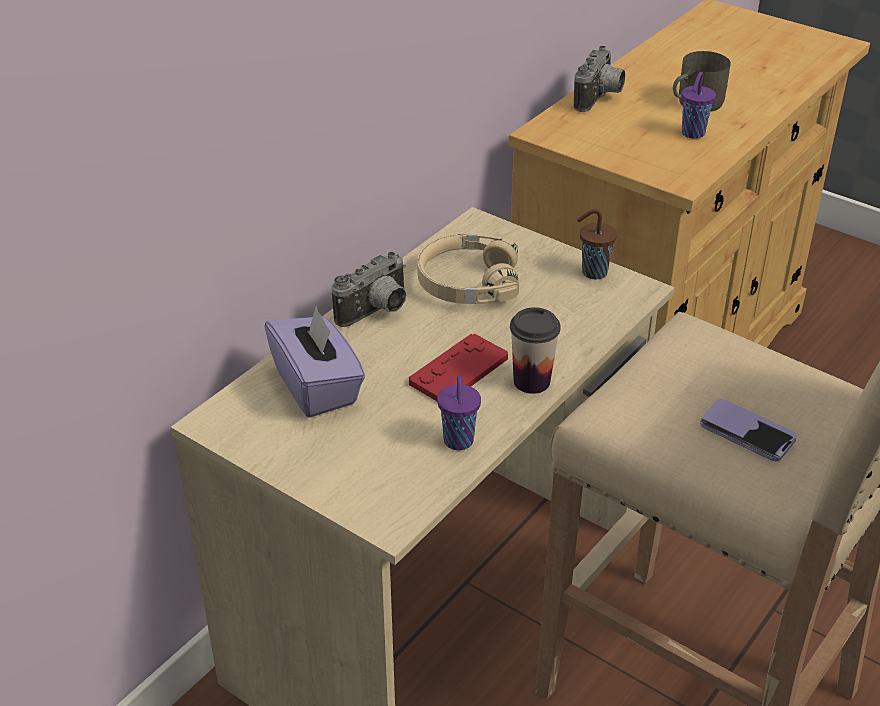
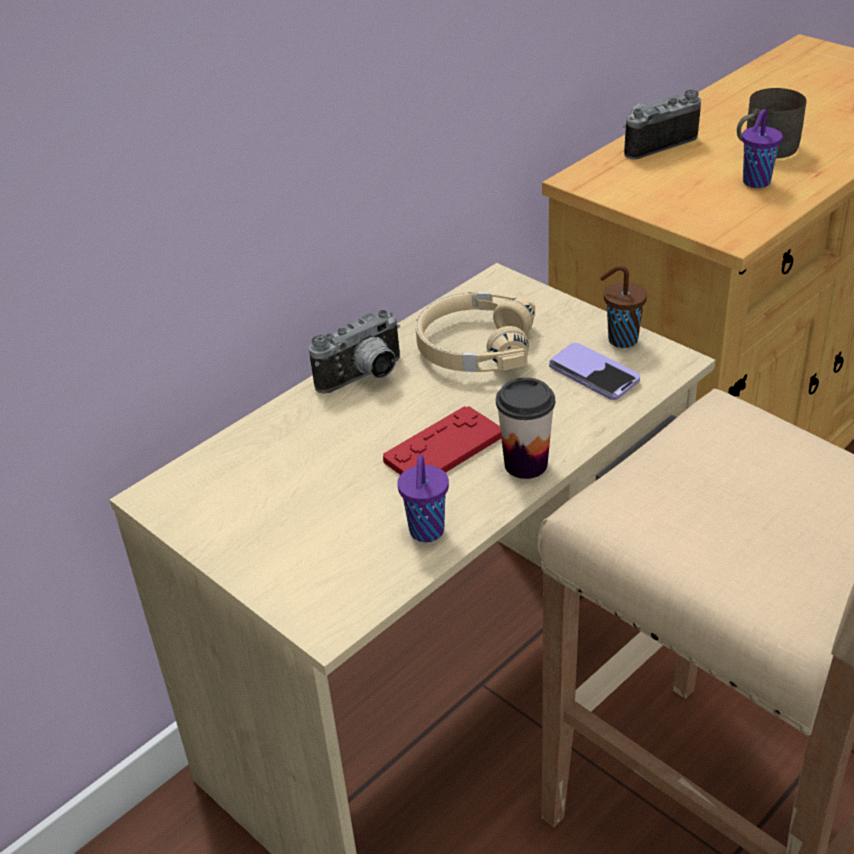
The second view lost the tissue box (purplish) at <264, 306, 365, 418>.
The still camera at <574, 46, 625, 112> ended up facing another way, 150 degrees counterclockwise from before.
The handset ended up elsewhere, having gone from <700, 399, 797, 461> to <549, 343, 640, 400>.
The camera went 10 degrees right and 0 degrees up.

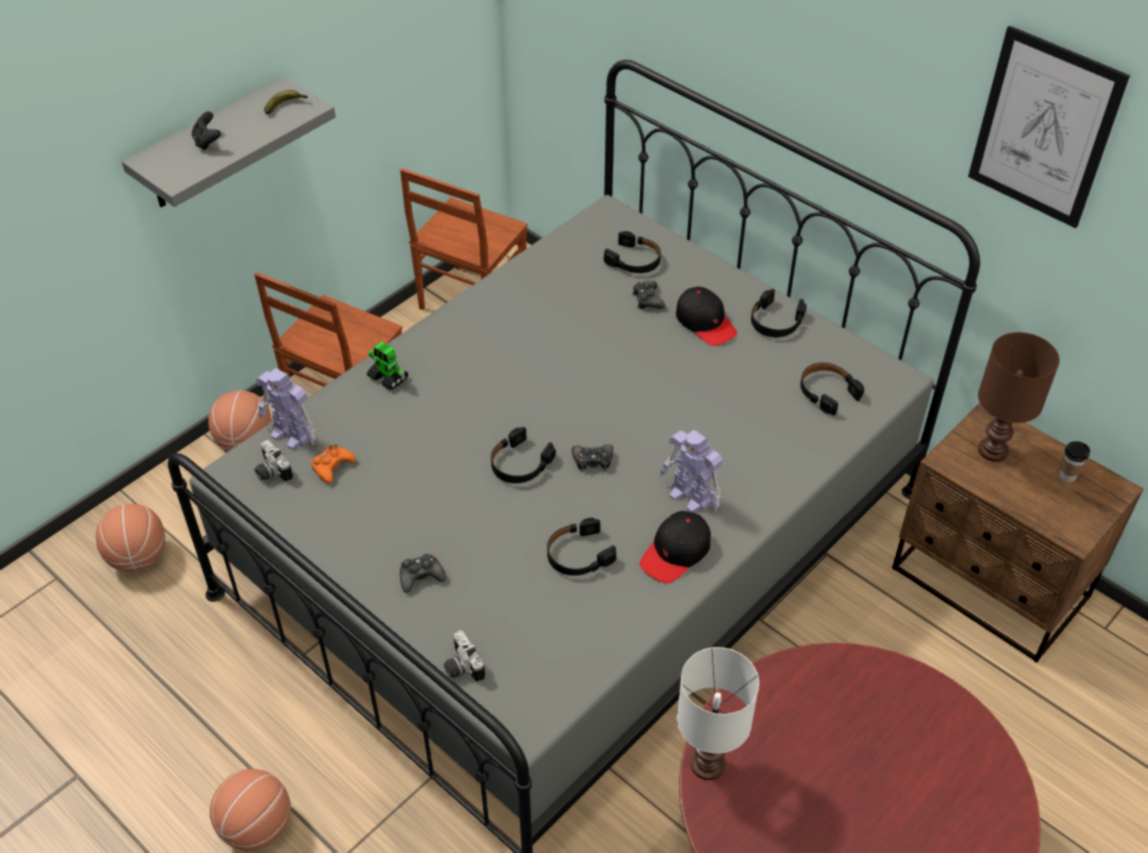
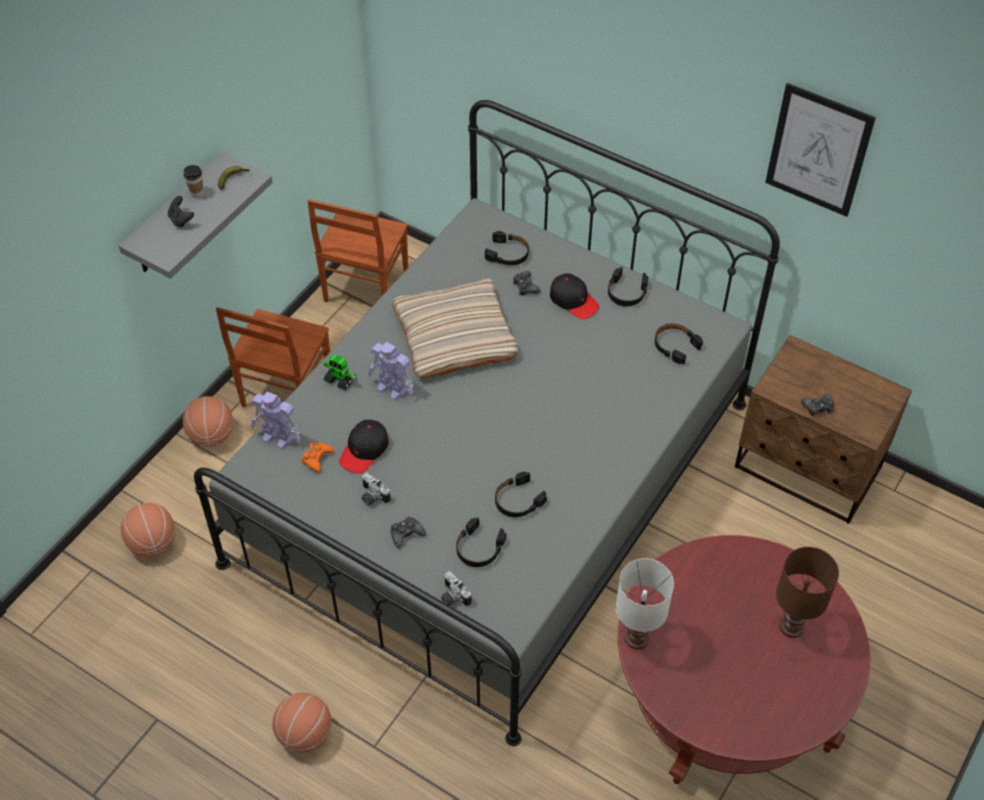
The still camera ended up elsewhere, having gone from <254, 440, 293, 482> to <362, 473, 391, 505>.
The headphones (black-coloured) ended up elsewhere, having gone from <491, 427, 556, 483> to <456, 517, 506, 567>.
The joypad (black-coloured) ended up elsewhere, having gone from <572, 444, 613, 472> to <801, 394, 834, 417>.
The peaked cap (black-coloured) ended up elsewhere, having gone from <640, 511, 711, 584> to <339, 420, 389, 474>.
The robot figure ended up elsewhere, having gone from <660, 430, 723, 512> to <368, 342, 414, 400>.
The lamp for a table (brownish) ended up elsewhere, having gone from <978, 332, 1060, 462> to <776, 547, 839, 638>.
The small cup ended up elsewhere, having gone from <1059, 441, 1090, 482> to <183, 165, 204, 198>.
The second view gained the cushion (beige) at <392, 278, 519, 378>.
The camera went 10 degrees left and 5 degrees up.

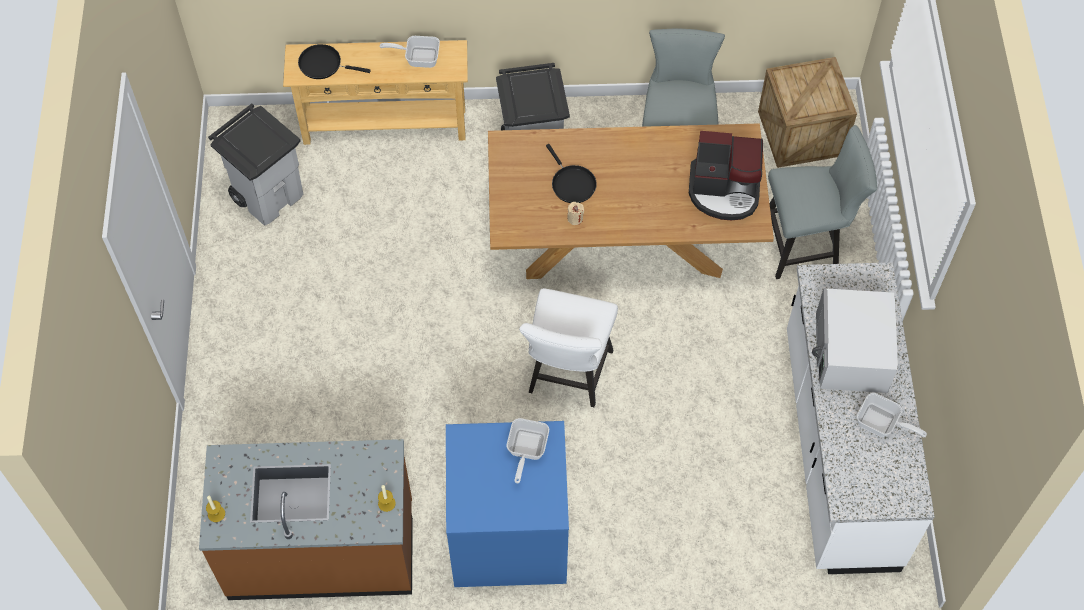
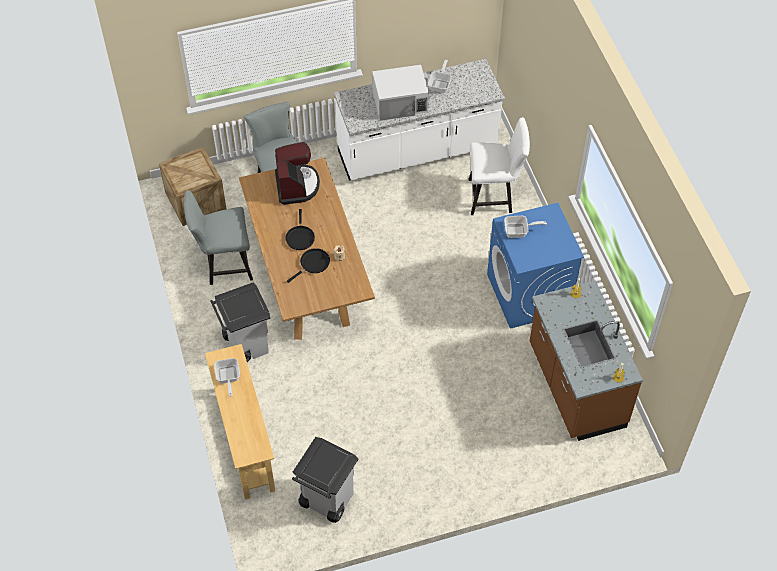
The pan (black-coloured) ended up elsewhere, having gone from <298, 44, 371, 79> to <285, 209, 315, 250>.
The chair (whitish) ended up elsewhere, having gone from <519, 288, 618, 407> to <469, 117, 530, 215>.
The camera went 105 degrees left and 5 degrees down.

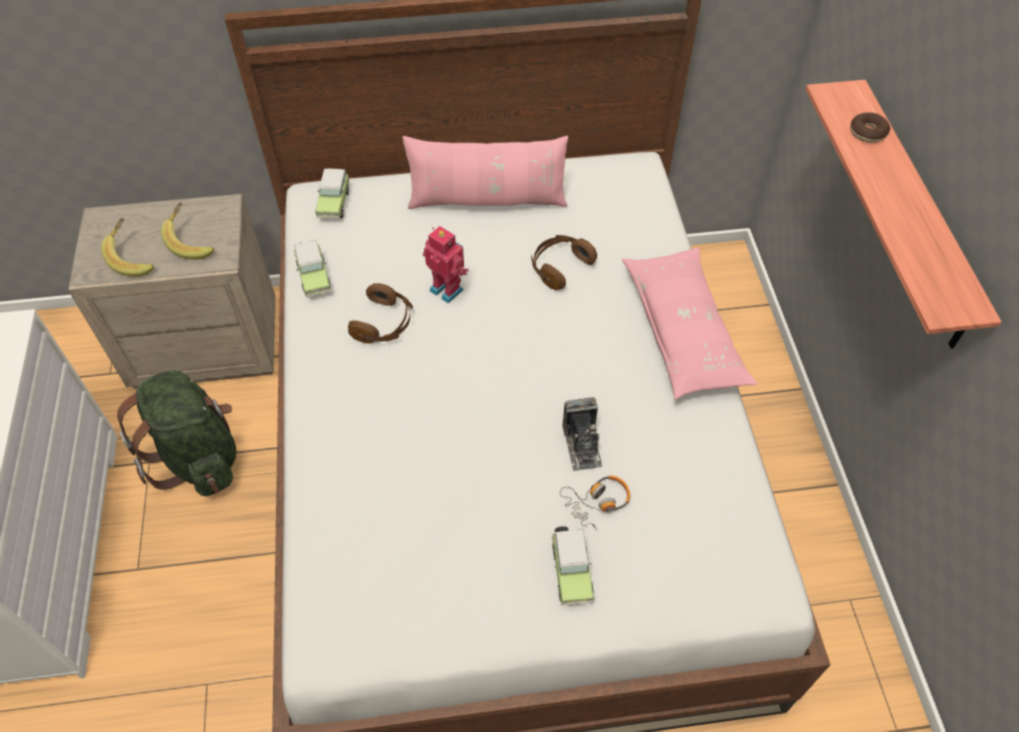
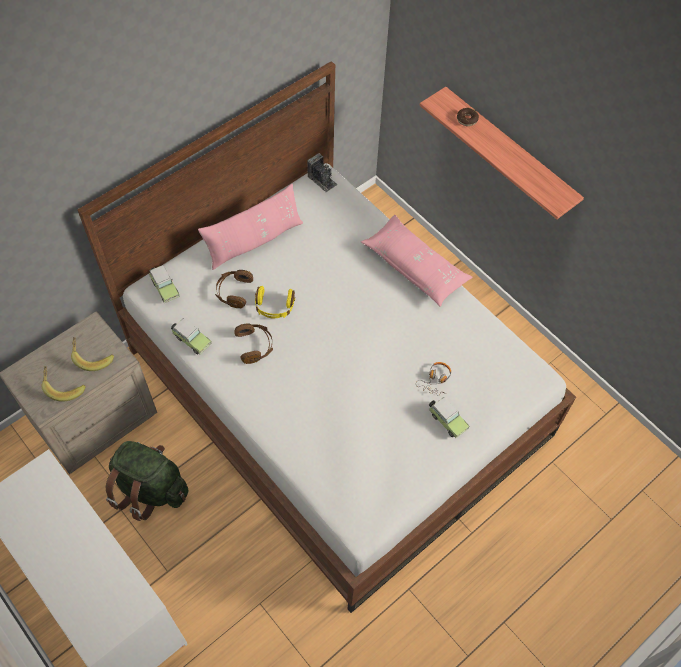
Where the robot figure stood at <423, 226, 469, 304>, the headphones (yellowish) came to stand at <255, 286, 295, 318>.
The headphones (brownish) ended up elsewhere, having gone from <531, 235, 597, 290> to <215, 270, 253, 308>.
The still camera ended up elsewhere, having gone from <562, 397, 602, 471> to <307, 153, 337, 192>.
The camera went 35 degrees left and 5 degrees up.

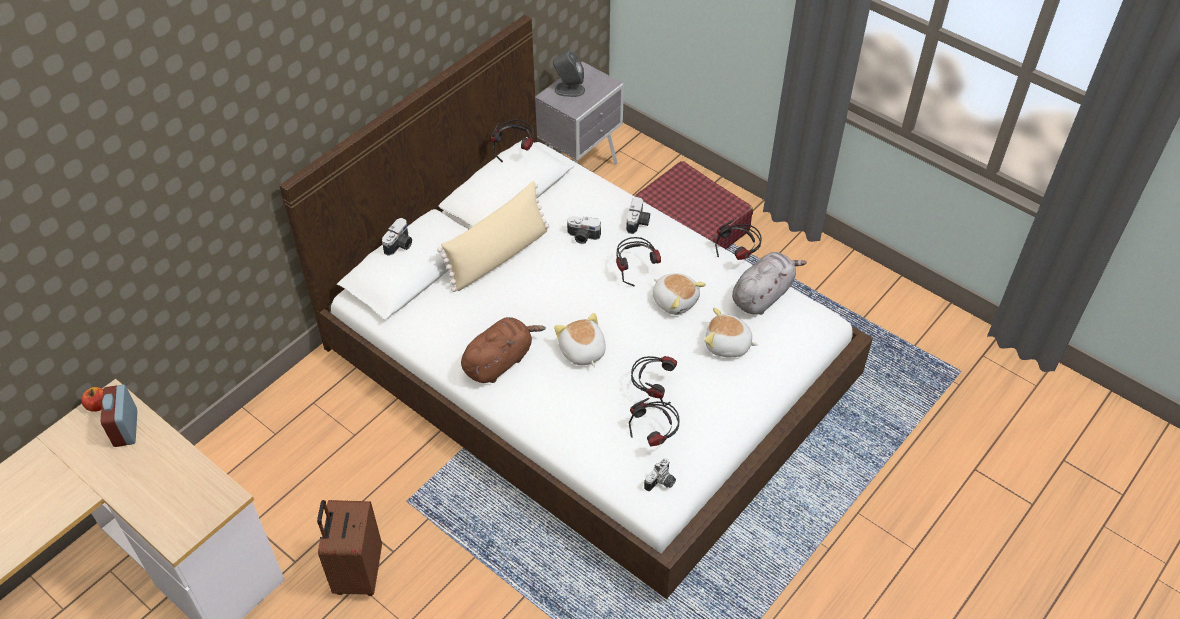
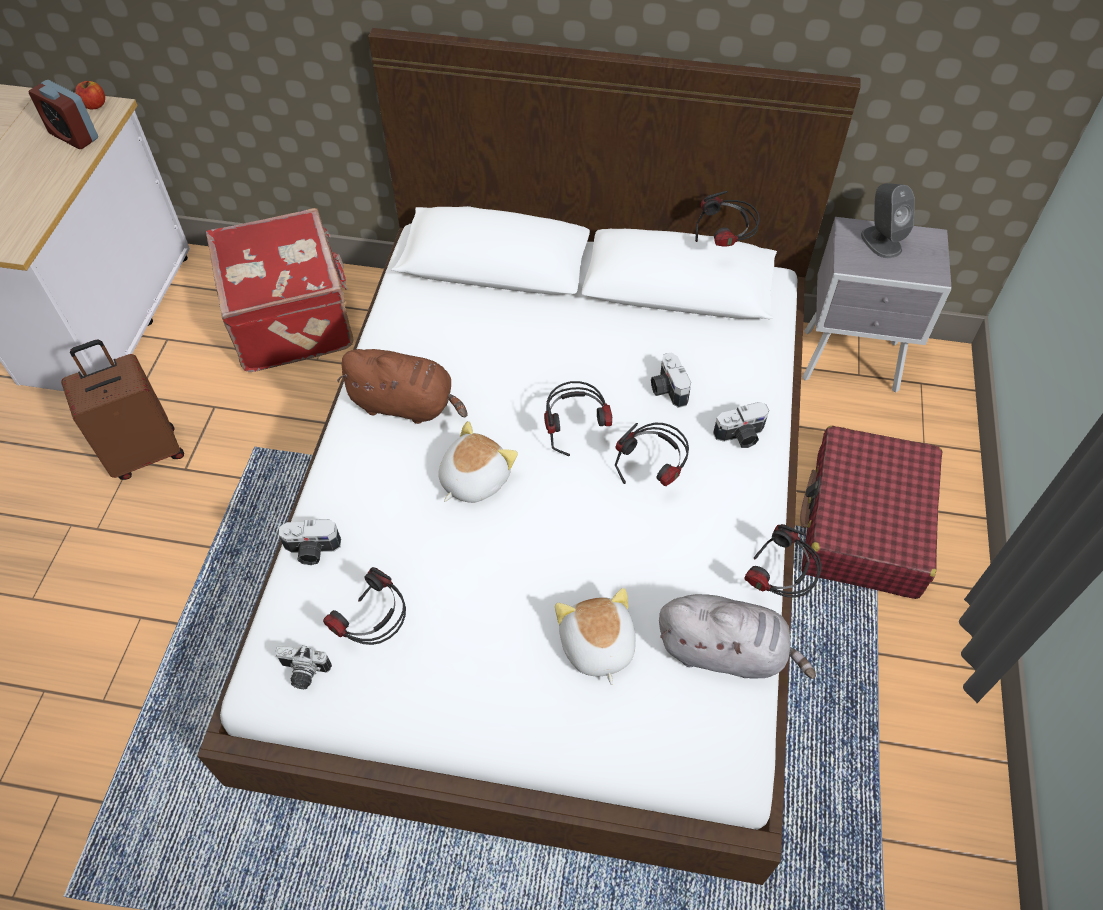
The bedside clock at <101, 385, 137, 447> ended up facing another way, 105 degrees counterclockwise from before.
The still camera ended up elsewhere, having gone from <382, 218, 412, 256> to <278, 519, 341, 565>.
The second view lost the cushion (beige) at <437, 181, 549, 292>.
The headphones ended up elsewhere, having gone from <631, 356, 677, 406> to <544, 381, 612, 456>.
The second view lost the cuddly toy at <652, 273, 706, 315>.
The second view gained the piece of luggage (red) at <206, 208, 353, 372>.
The camera went 60 degrees right and 5 degrees up.

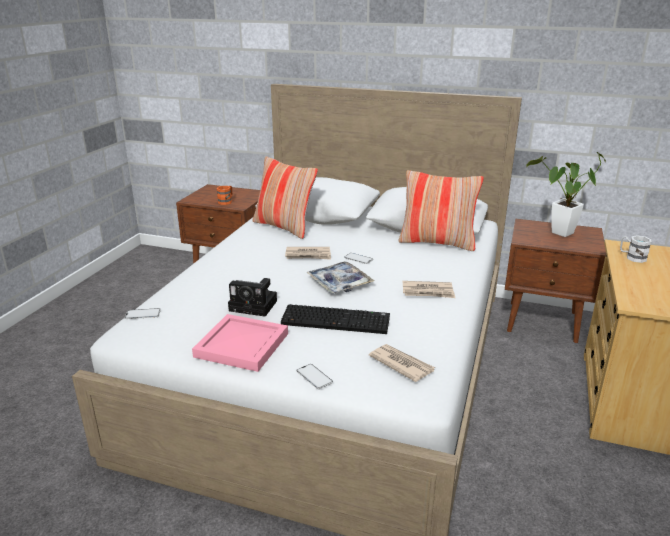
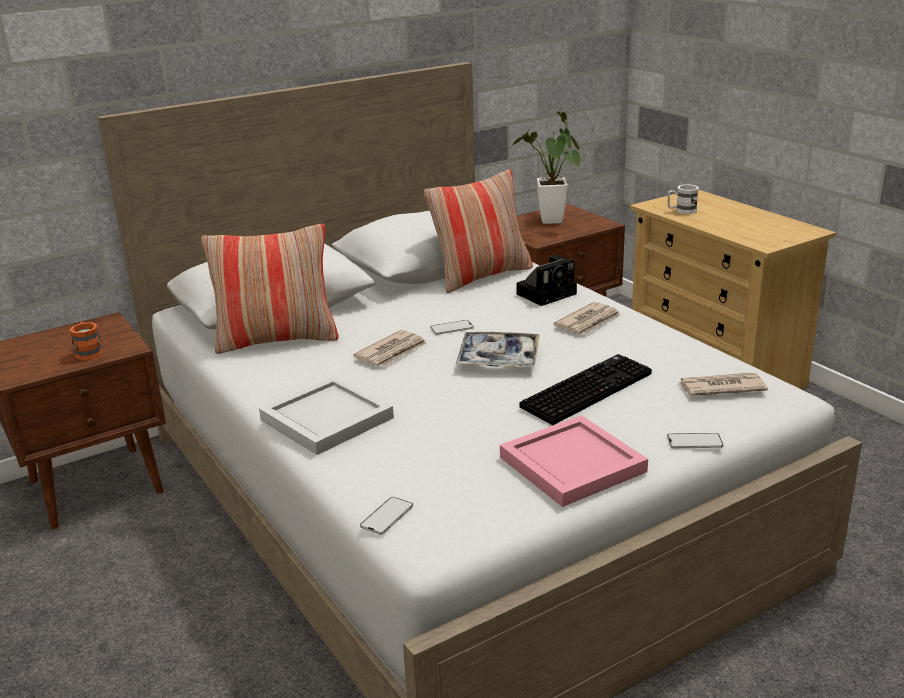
The still camera ended up elsewhere, having gone from <228, 278, 277, 317> to <517, 255, 577, 306>.
The second view gained the tray (whitish) at <259, 376, 394, 455>.
The camera went 50 degrees left and 0 degrees up.

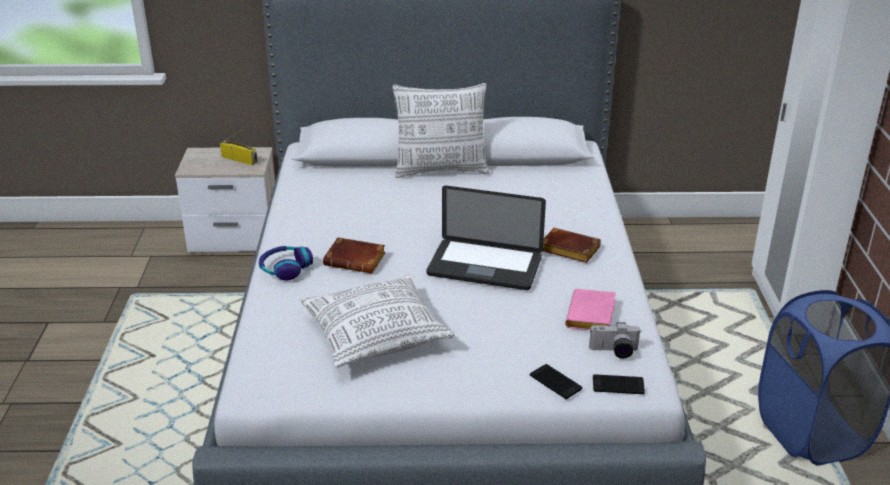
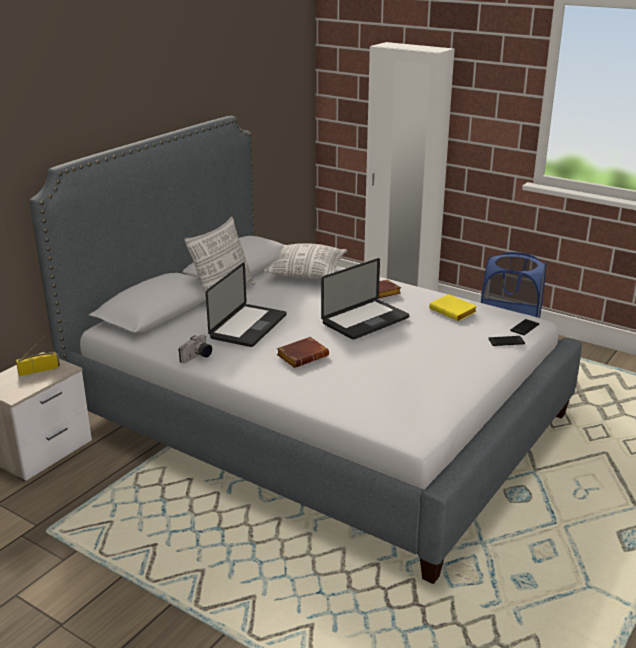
The second view lost the headphones at <259, 246, 313, 280>.
The cushion ended up elsewhere, having gone from <300, 274, 455, 368> to <263, 243, 347, 279>.
What was the volume (pink-coloured) at <565, 289, 616, 330> turned into the volume (yellowish) at <429, 294, 477, 321>.
The still camera ended up elsewhere, having gone from <589, 322, 641, 359> to <178, 334, 212, 363>.
The second view gained the notebook computer at <206, 262, 286, 347>.
The camera went 55 degrees left and 5 degrees down.

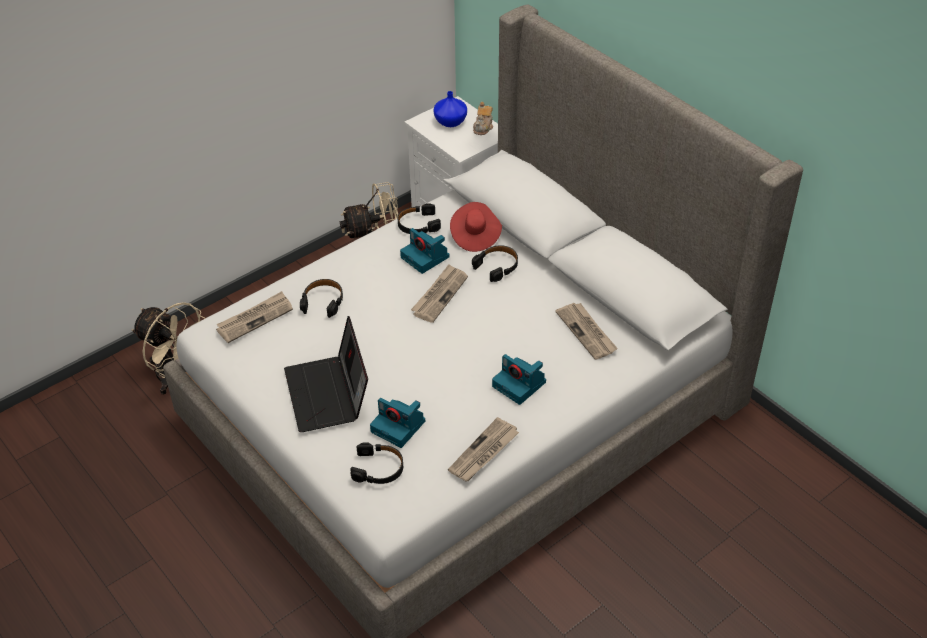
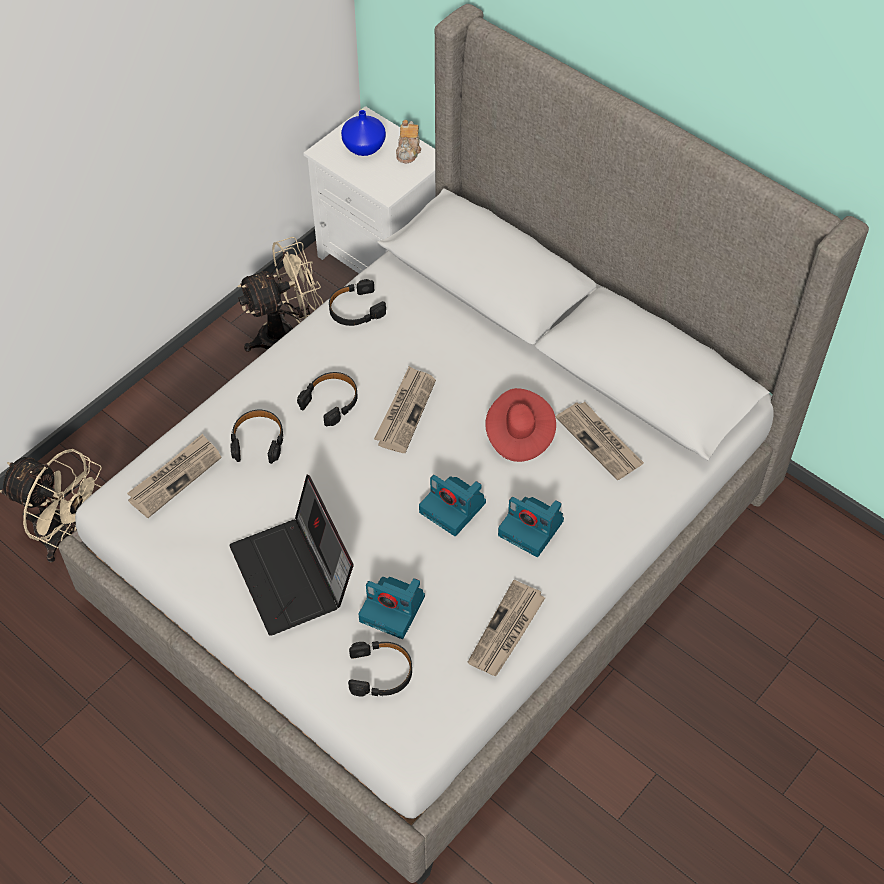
The still camera ended up elsewhere, having gone from <400, 228, 449, 274> to <419, 475, 486, 536>.
The clothing hat (red) ended up elsewhere, having gone from <450, 202, 502, 252> to <485, 388, 556, 462>.
The headphones (black-coloured) ended up elsewhere, having gone from <472, 245, 518, 282> to <297, 372, 358, 427>.
The camera went 10 degrees left and 10 degrees up.

